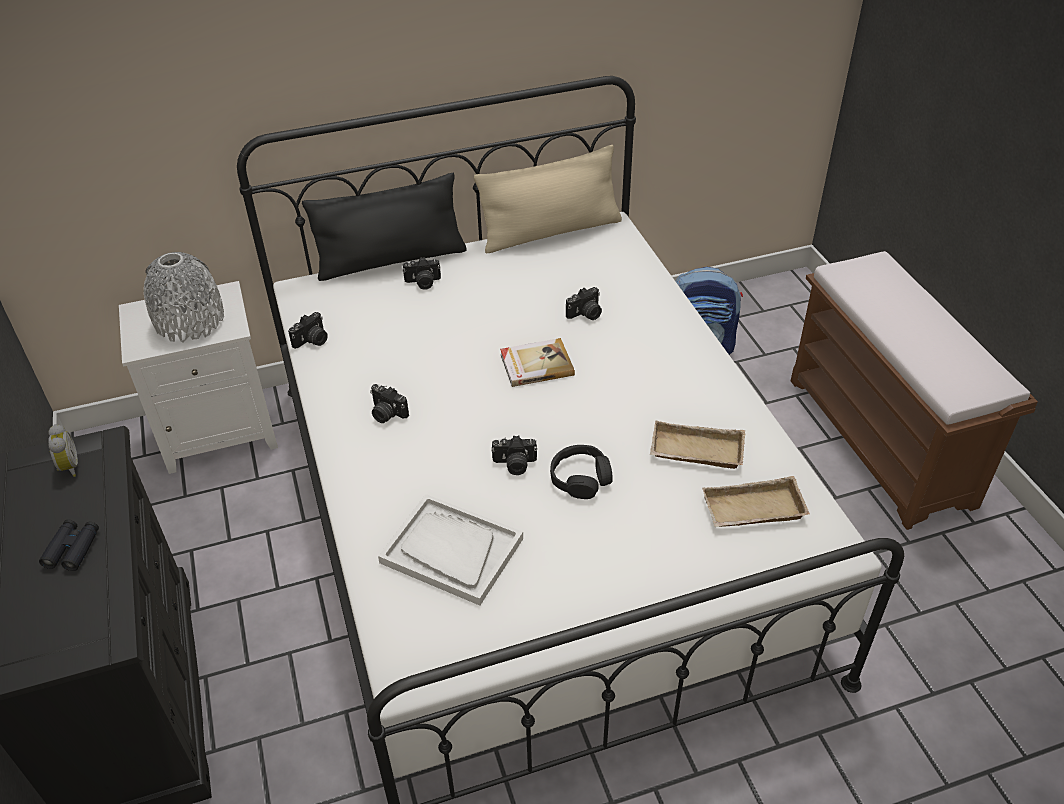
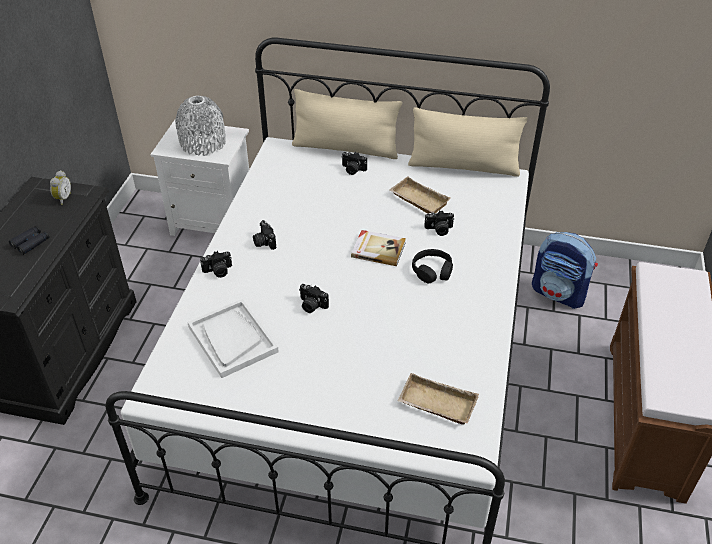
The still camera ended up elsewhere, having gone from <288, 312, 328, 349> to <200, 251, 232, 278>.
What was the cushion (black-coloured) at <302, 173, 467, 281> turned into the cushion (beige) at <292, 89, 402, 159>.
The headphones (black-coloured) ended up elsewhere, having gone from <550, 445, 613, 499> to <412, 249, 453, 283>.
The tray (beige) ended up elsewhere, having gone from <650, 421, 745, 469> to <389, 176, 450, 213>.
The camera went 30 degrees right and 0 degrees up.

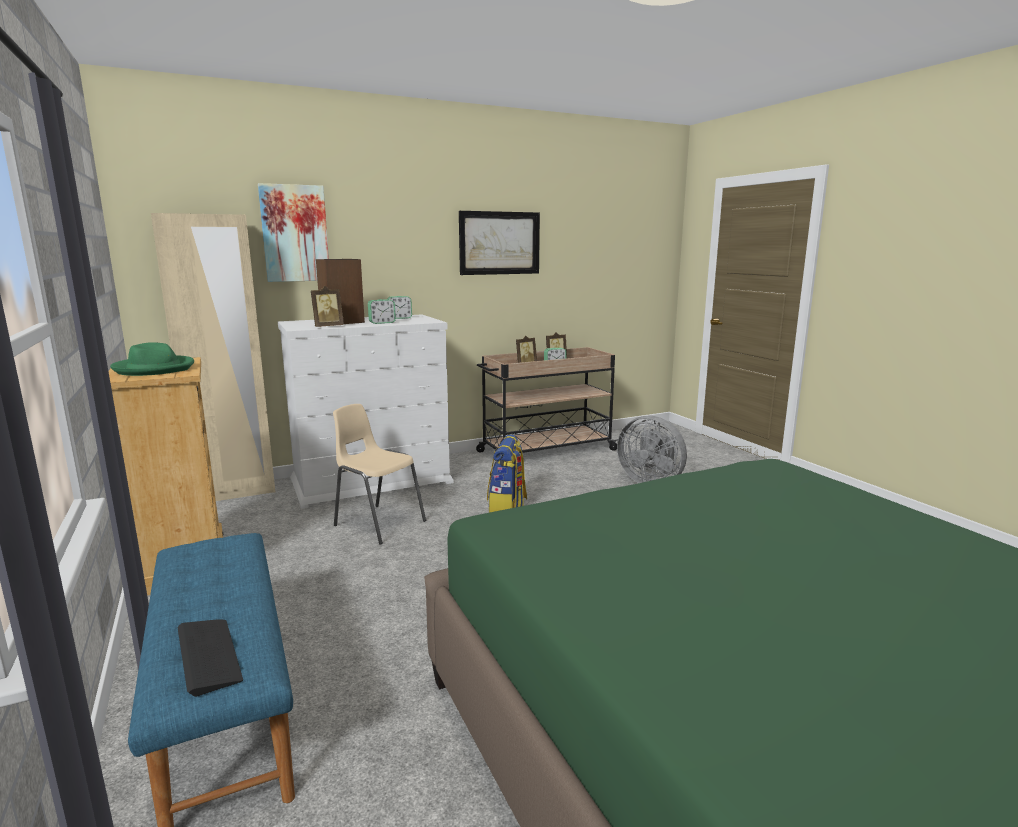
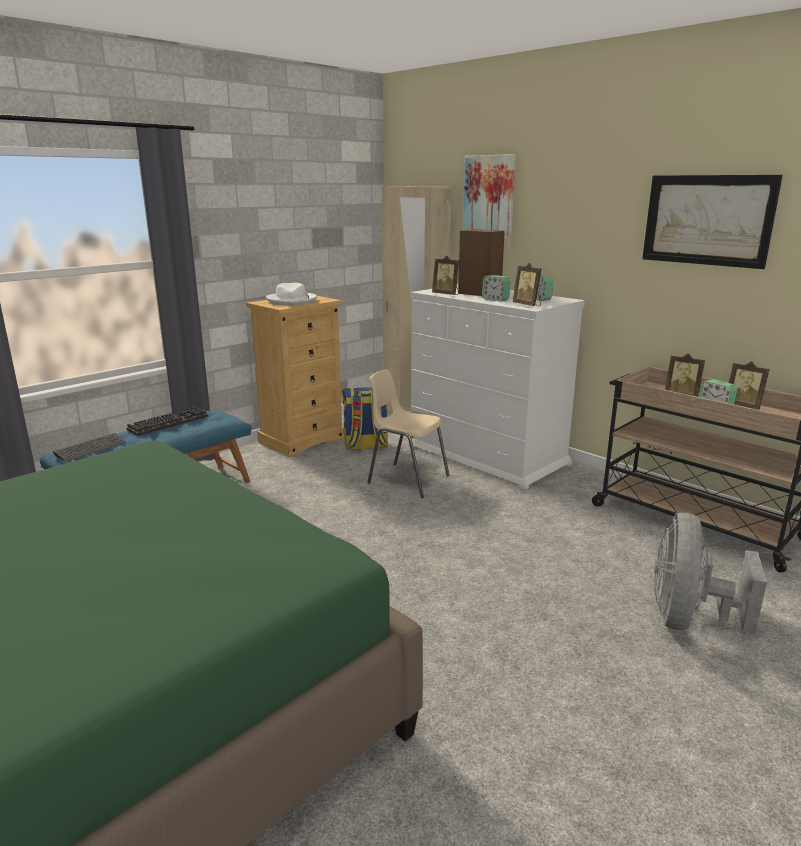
What was the clothing hat (green-coloured) at <110, 342, 194, 376> turned into the clothing hat (whitish) at <266, 283, 317, 306>.
The chair (beige) at <333, 404, 426, 545> ended up facing another way, 75 degrees counterclockwise from before.
The rucksack ended up elsewhere, having gone from <487, 435, 527, 513> to <342, 387, 389, 451>.
The second view gained the PC keyboard at <126, 407, 209, 436>.
The second view gained the picture frame at <512, 263, 541, 306>.
The camera went 70 degrees right and 5 degrees up.

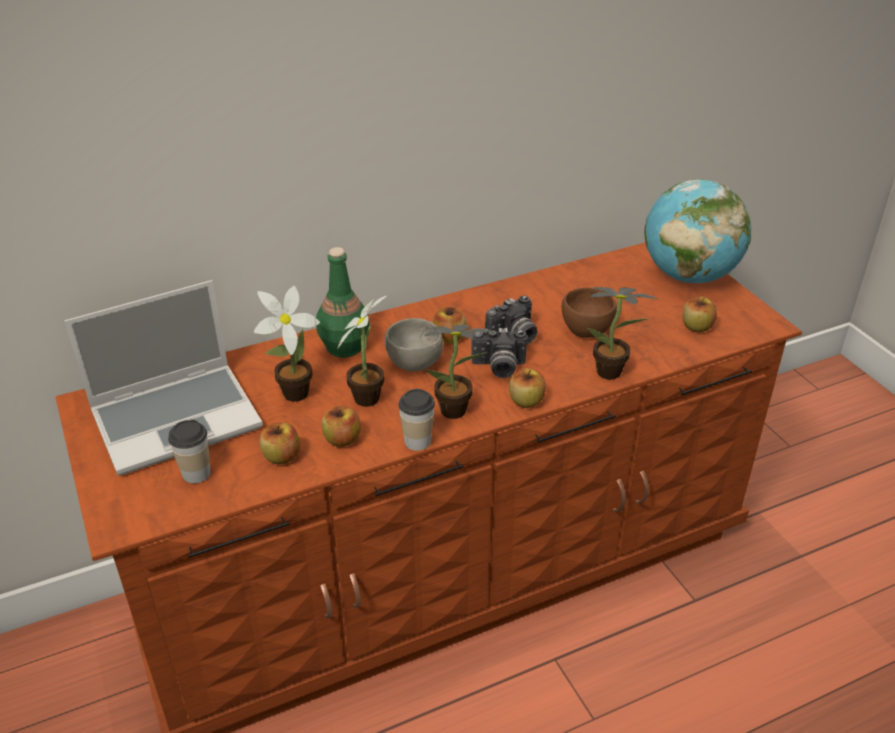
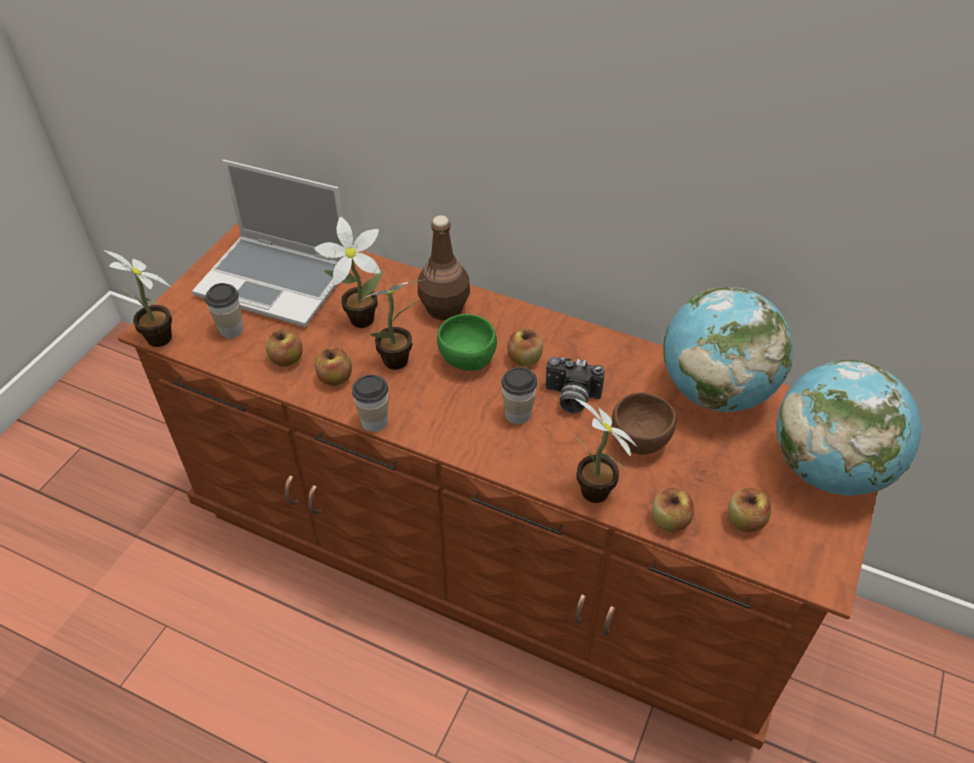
What was the bottle (green-coloured) at <316, 247, 370, 357> turned into the bottle (brownish) at <418, 216, 470, 320>.
What was the deep dish (gray) at <385, 318, 443, 371> turned into the deep dish (green-coloured) at <437, 314, 497, 371>.
The plant in a pot ended up elsewhere, having gone from <424, 325, 494, 419> to <103, 250, 172, 347>.
Where the still camera stood at <472, 328, 527, 378>, the small cup came to stand at <501, 367, 537, 424>.
The apple fruit ended up elsewhere, having gone from <509, 368, 546, 408> to <652, 488, 694, 532>.
The second view gained the globe at <663, 287, 793, 412>.
The camera went 50 degrees right and 10 degrees up.

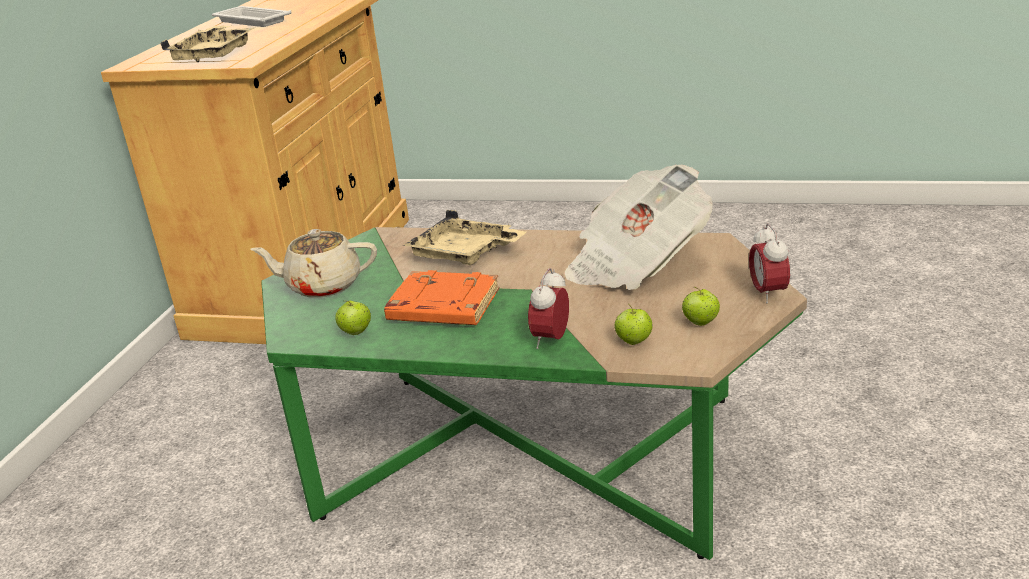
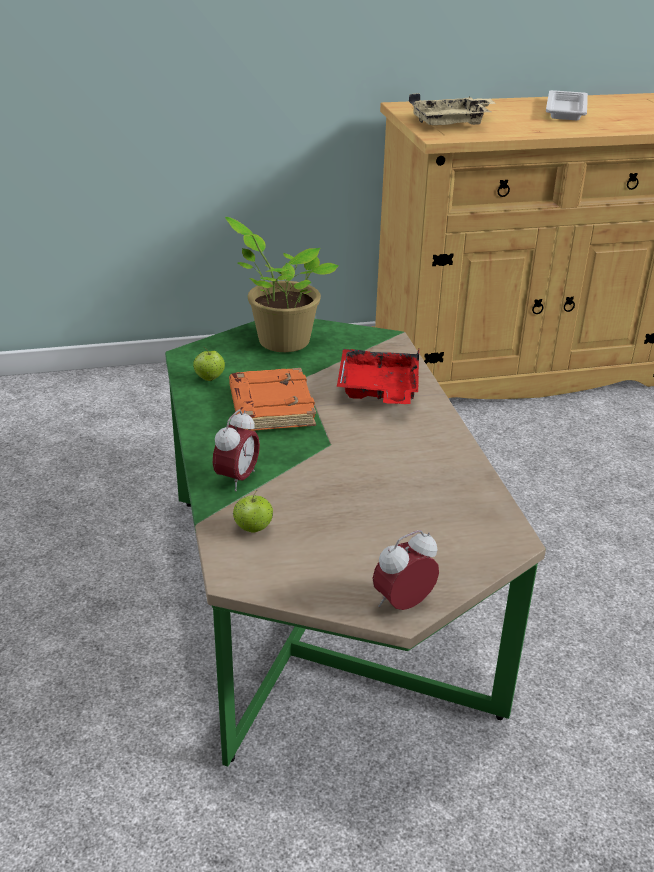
Where the tea pot (beige) stood at <250, 229, 377, 298>, the plant in a pot came to stand at <225, 217, 339, 352>.
What was the tray (beige) at <403, 210, 526, 265> turned into the tray (red) at <337, 349, 419, 404>.
The bedside clock at <528, 268, 569, 349> ended up facing another way, 120 degrees clockwise from before.
The second view lost the newspaper at <564, 165, 713, 290>.
The second view lost the apple fruit at <682, 287, 720, 326>.
The camera went 60 degrees right and 5 degrees up.

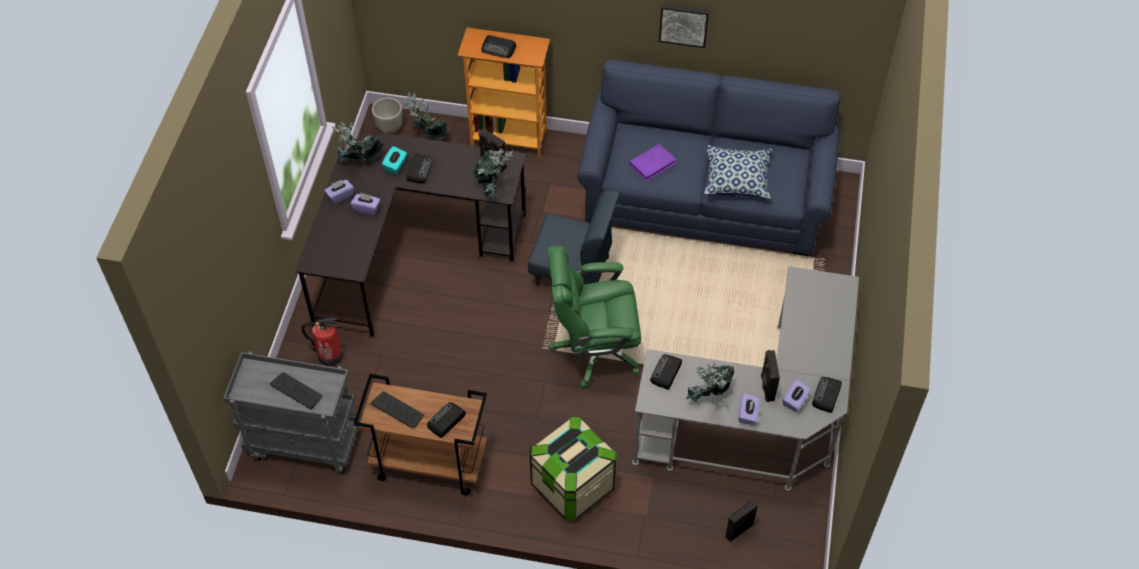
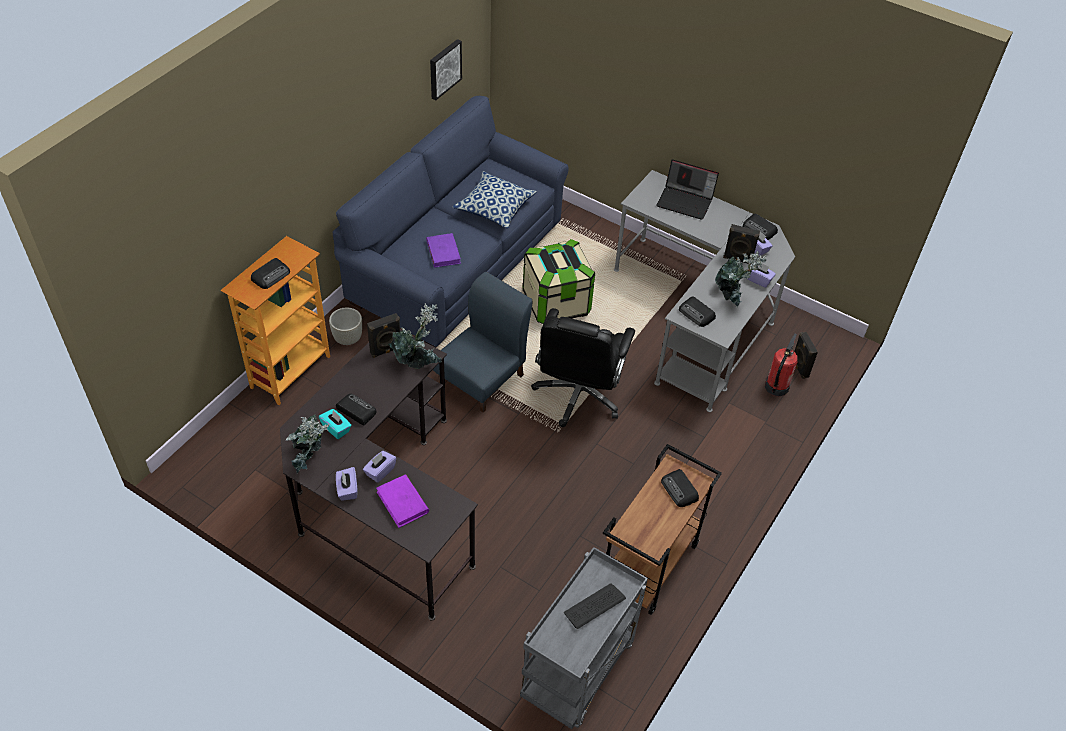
The fire extinguisher ended up elsewhere, having gone from <302, 318, 343, 366> to <765, 333, 798, 396>.
The second view lost the PC keyboard at <371, 391, 424, 429>.
The plant pot (gray) ended up elsewhere, having gone from <372, 98, 403, 133> to <329, 308, 362, 345>.
The second view lost the plant in a pot at <403, 92, 448, 140>.
The storage container ended up elsewhere, having gone from <530, 417, 616, 521> to <523, 239, 595, 324>.
What was the computer chair (green-coloured) at <548, 246, 641, 389> turned into the computer chair (black-coloured) at <531, 308, 635, 427>.
The wall picture ended up elsewhere, having gone from <659, 4, 709, 48> to <430, 39, 462, 100>.
The second view gained the volume (purplish) at <376, 474, 429, 528>.
The second view gained the notebook computer at <656, 159, 719, 220>.
The camera went 70 degrees left and 5 degrees down.

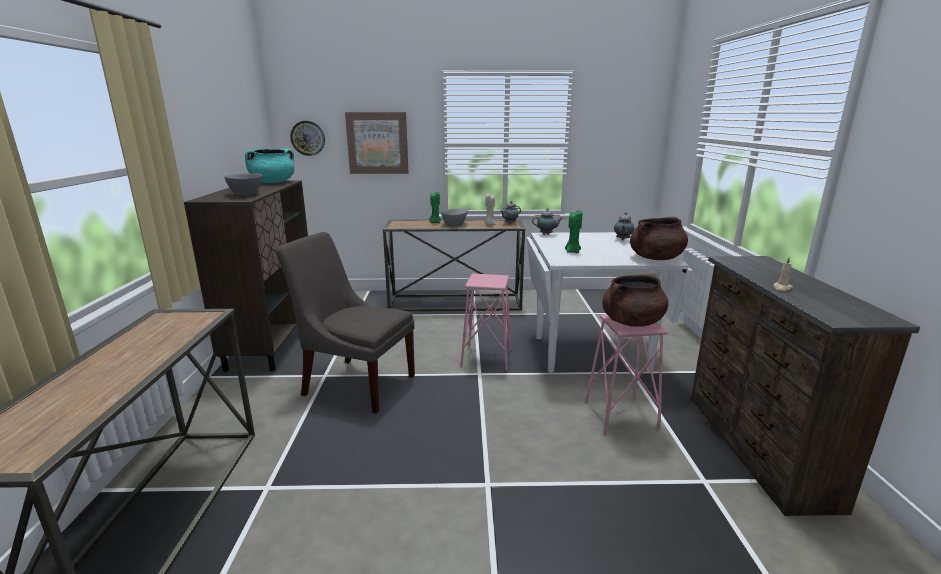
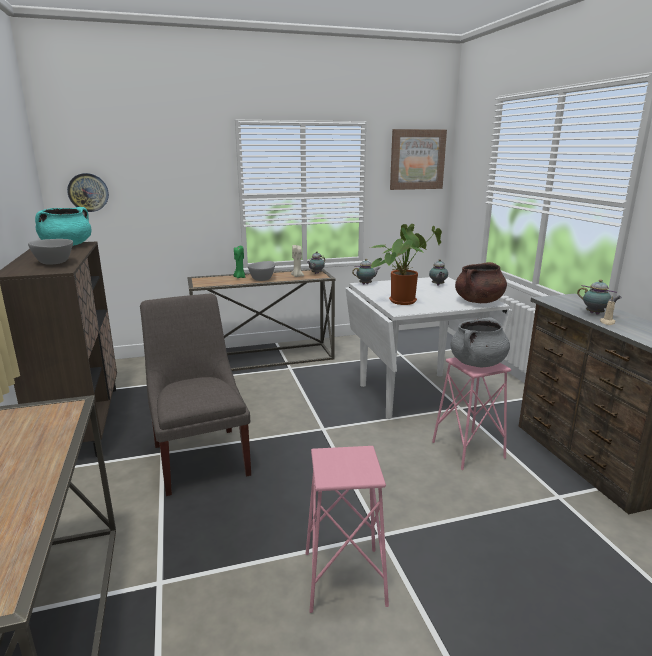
The chair (gray) at <276, 232, 415, 414> ended up facing another way, 60 degrees clockwise from before.
The wall picture ended up elsewhere, having gone from <345, 112, 409, 174> to <390, 129, 447, 190>.
The sitting stool (pink-coloured) ended up elsewhere, having gone from <460, 273, 512, 371> to <306, 446, 389, 613>.
Where the wax light (green-coloured) stood at <565, 210, 582, 253>, the plant in a pot came to stand at <371, 224, 442, 305>.
What was the stockpot (brownish) at <602, 274, 668, 327> turned into the stockpot (gray) at <451, 317, 510, 367>.
The second view gained the tea pot at <577, 279, 622, 315>.
The camera went 15 degrees left and 0 degrees up.

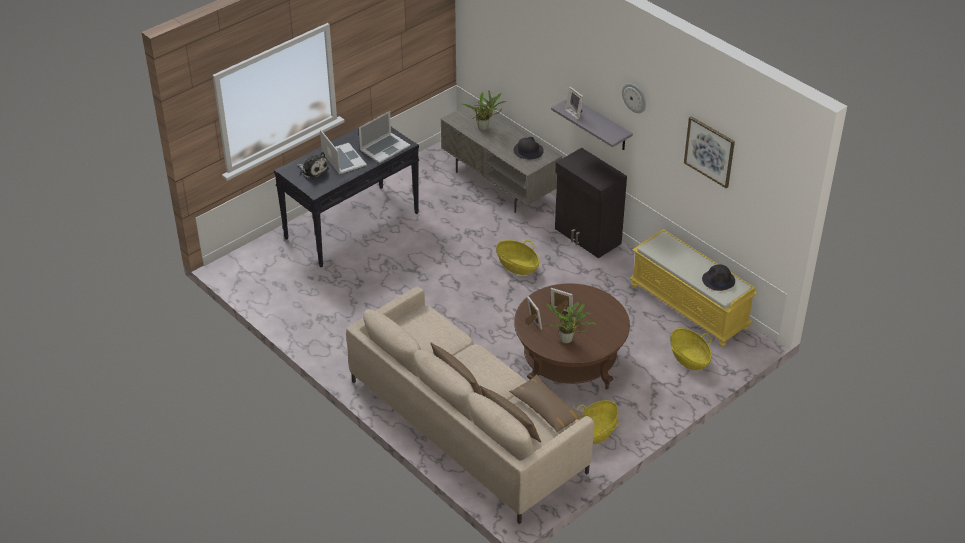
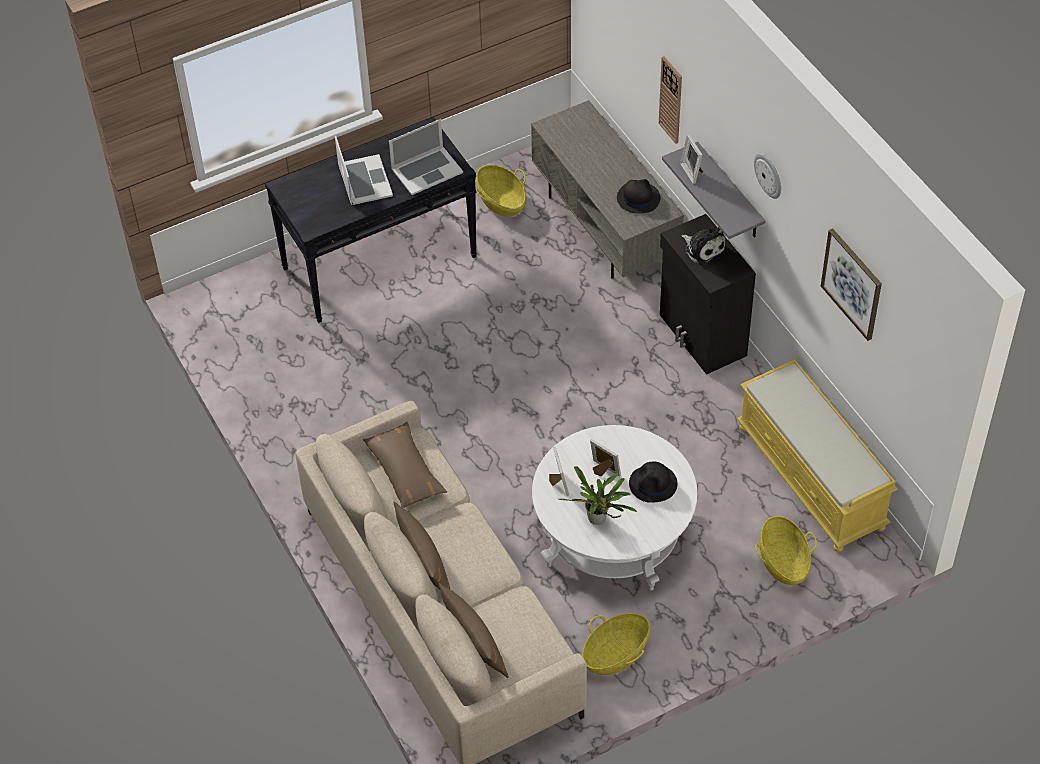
The cuddly toy ended up elsewhere, having gone from <297, 152, 329, 180> to <681, 227, 726, 266>.
The second view lost the plant in a pot at <461, 91, 506, 131>.
The household basket ended up elsewhere, having gone from <496, 240, 539, 275> to <476, 165, 526, 217>.
The cushion (brownish) ended up elsewhere, having gone from <509, 374, 585, 432> to <363, 421, 447, 508>.
What was the low table (brownish) at <514, 283, 630, 389> turned into the low table (whitish) at <532, 425, 698, 591>.
The clothing hat (black-coloured) ended up elsewhere, having gone from <702, 264, 735, 291> to <629, 461, 678, 503>.
The second view gained the clock on the wall at <659, 56, 682, 144>.
The camera went 15 degrees right and 10 degrees up.

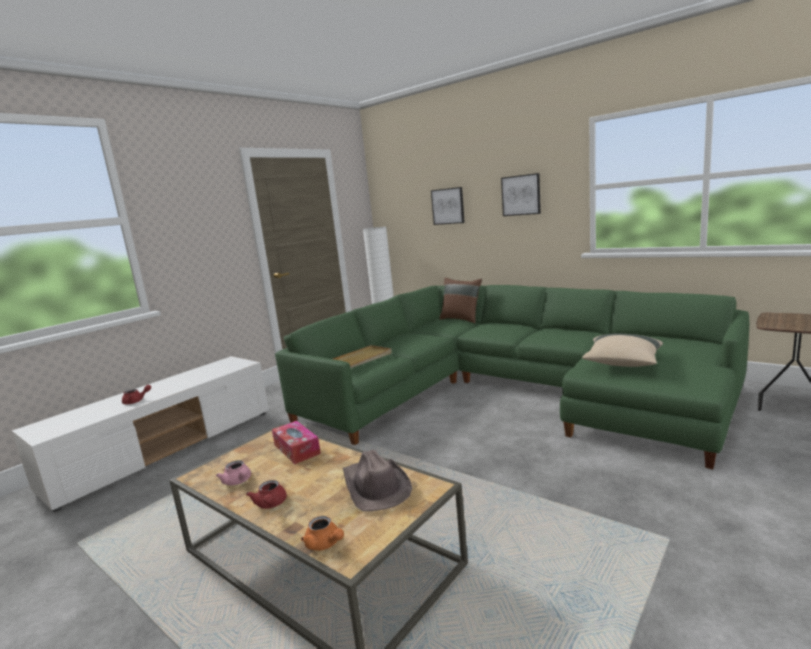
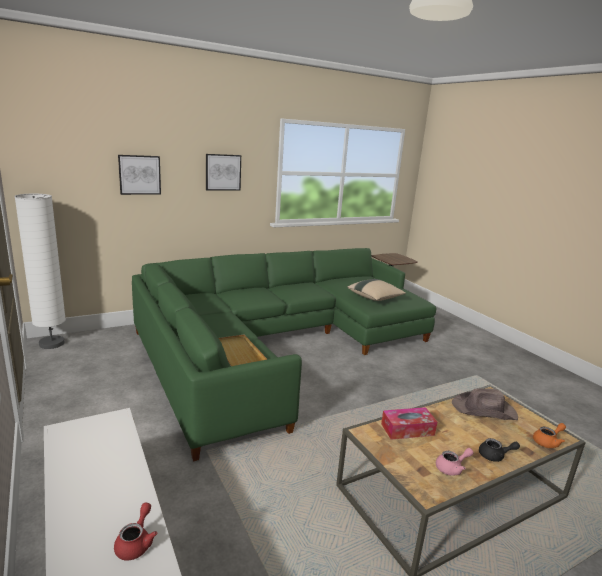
What was the tea pot (red) at <246, 480, 287, 509> turned into the tea pot (black-coloured) at <479, 438, 520, 462>.
The second view lost the cushion (brownish) at <439, 278, 482, 323>.
The camera went 70 degrees left and 5 degrees up.

